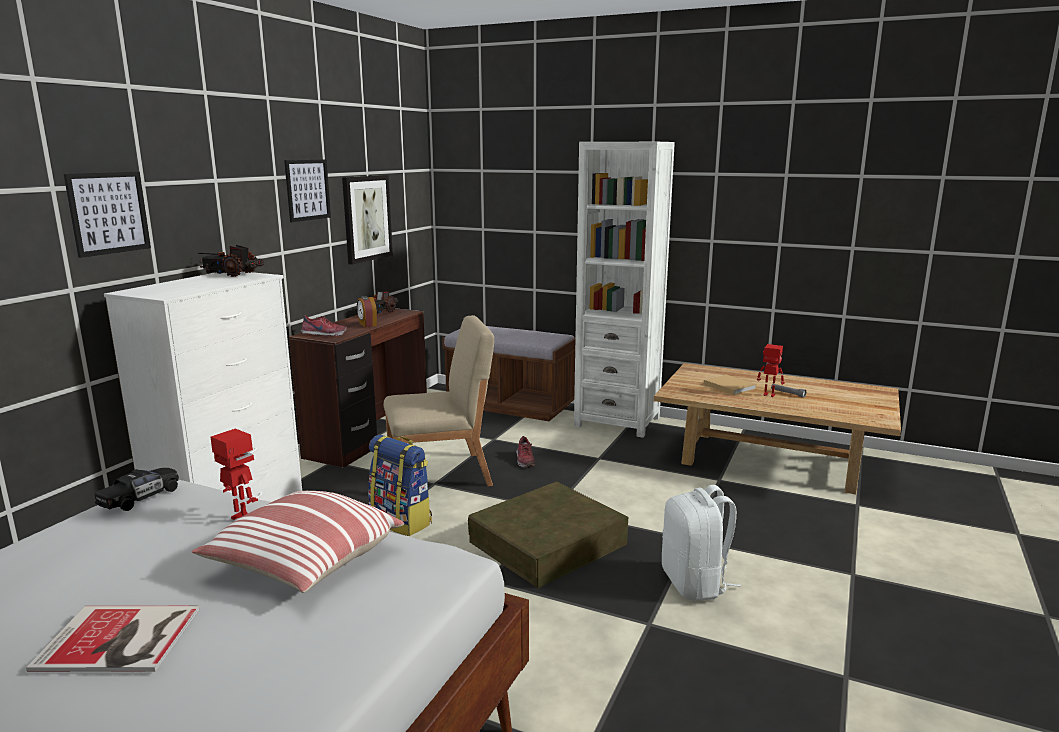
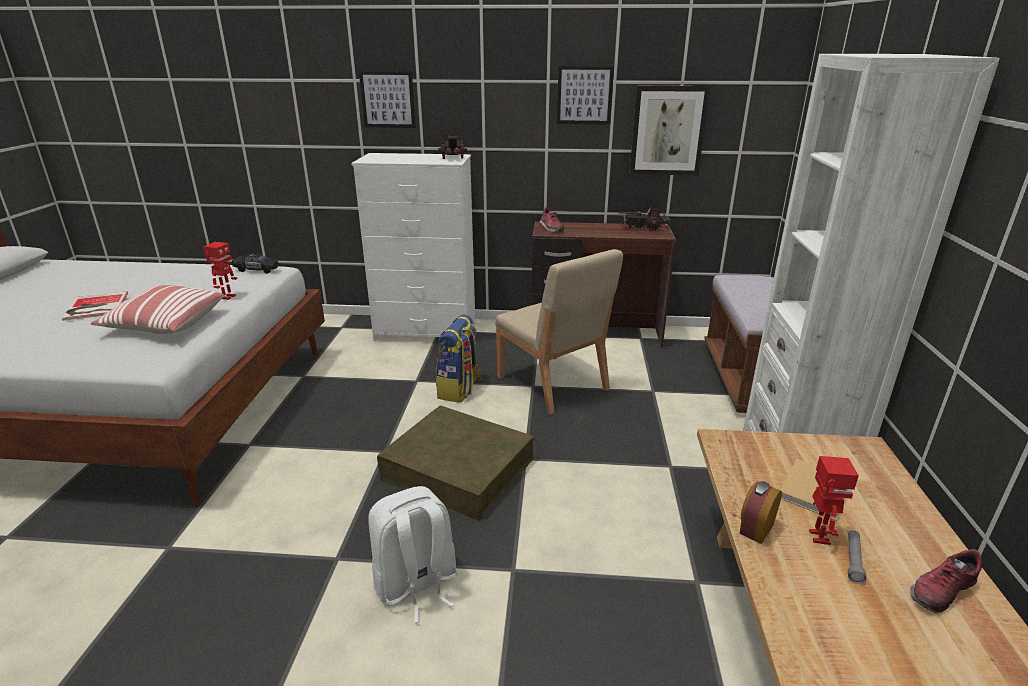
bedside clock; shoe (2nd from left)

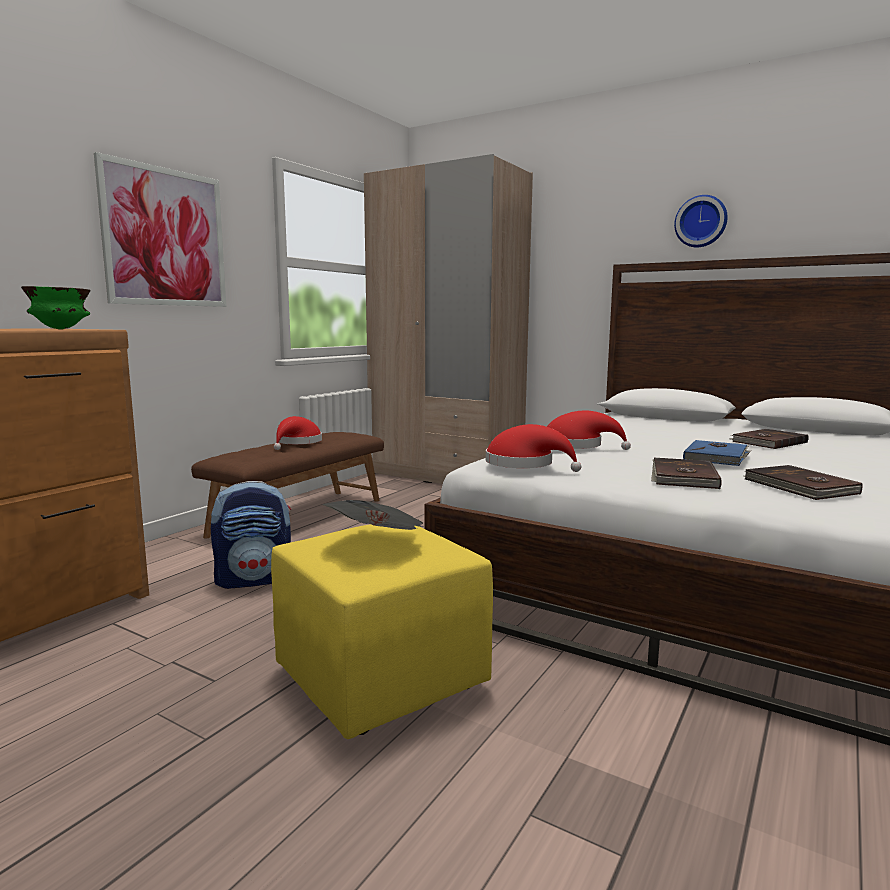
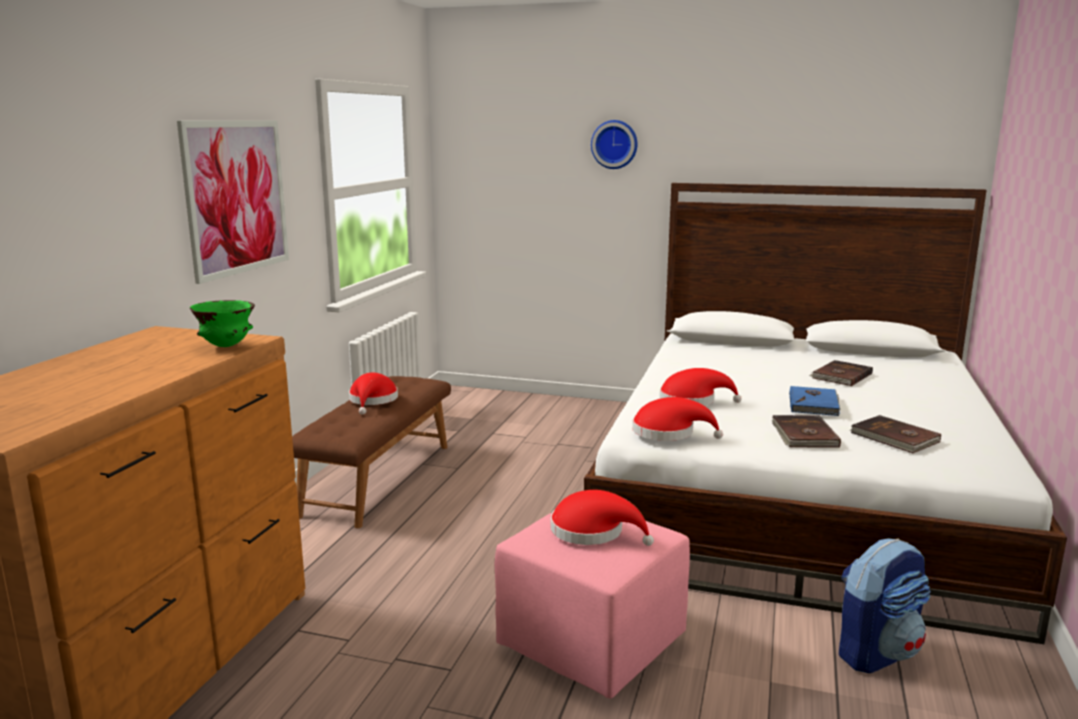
pink-coloured ottoman; red hat (2nd from left); hanging clock; rucksack; sand-coloured clothes cupboard

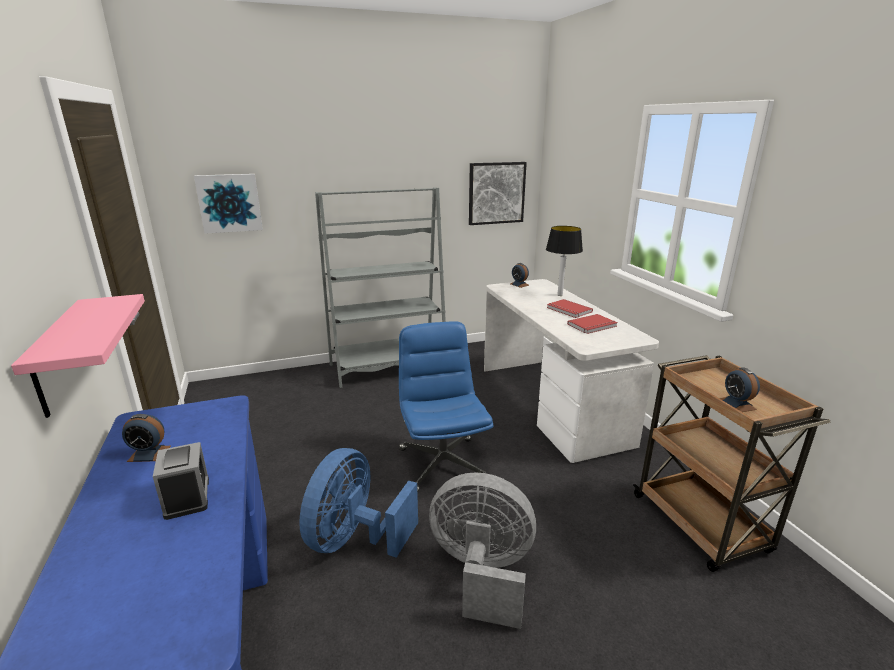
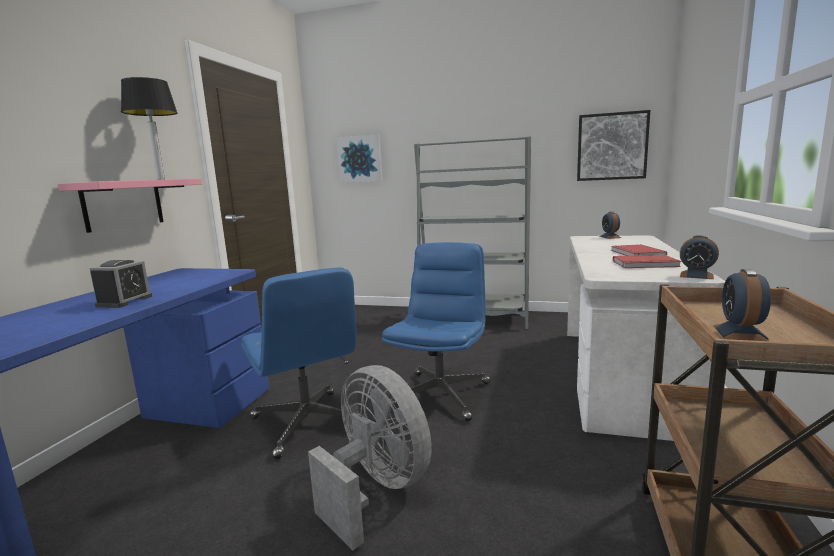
lamp for a table; blue-coloured computer chair (1st from left); bedside clock (3rd from left)

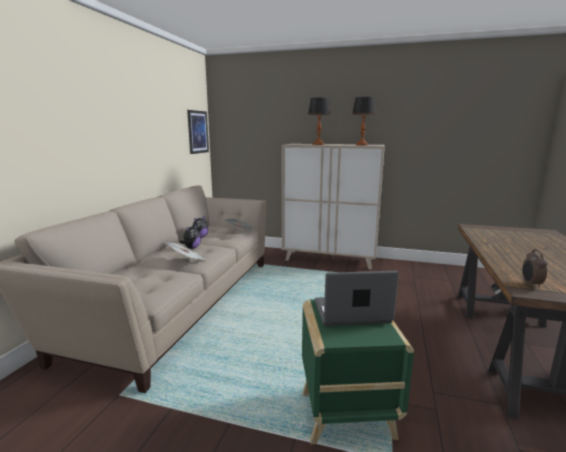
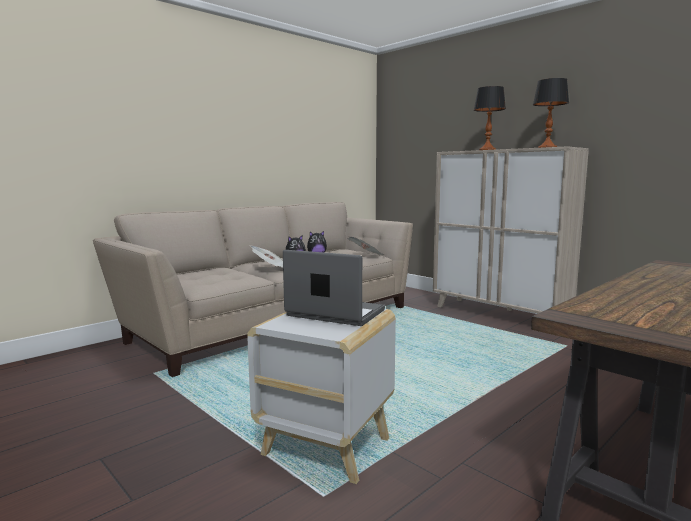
whitish accent table; picture; bedside clock

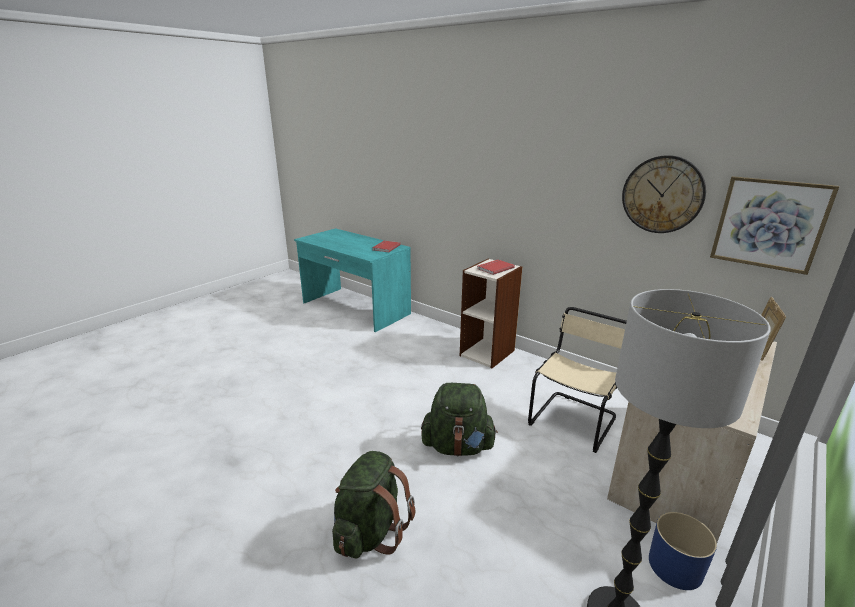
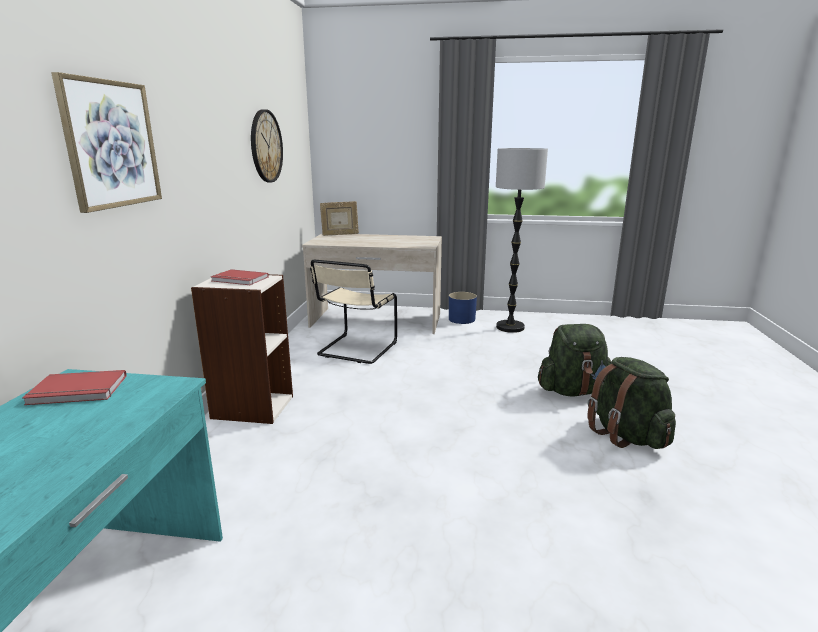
picture; sand-coloured chair; green rucksack (2nd from left)

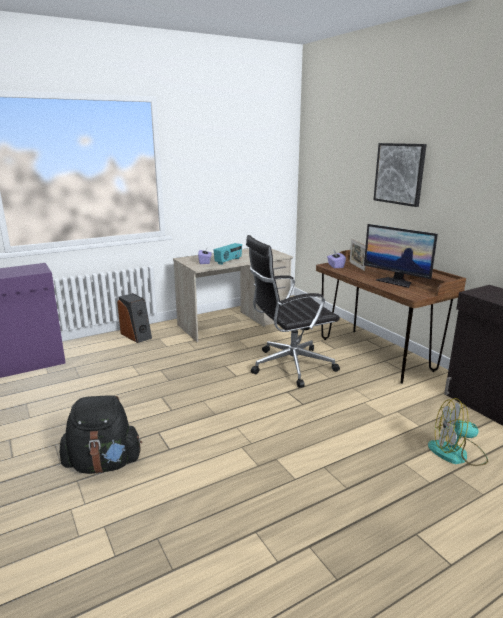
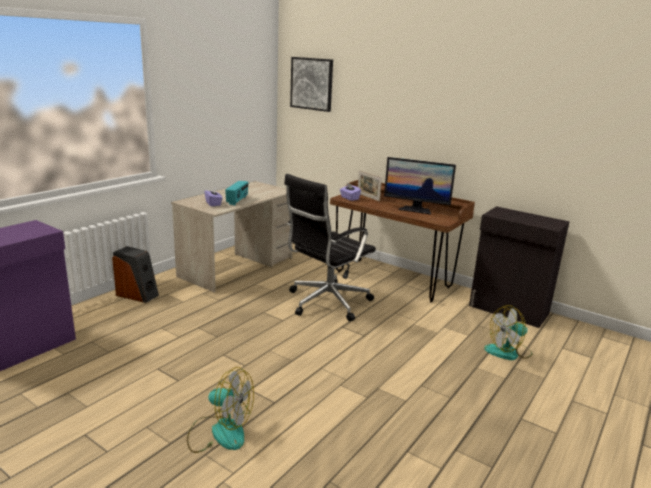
fan (1st from left); picture

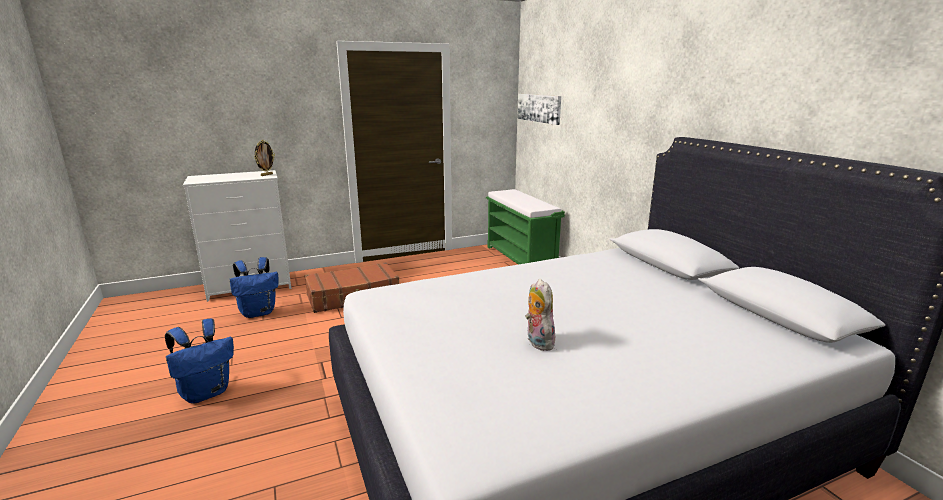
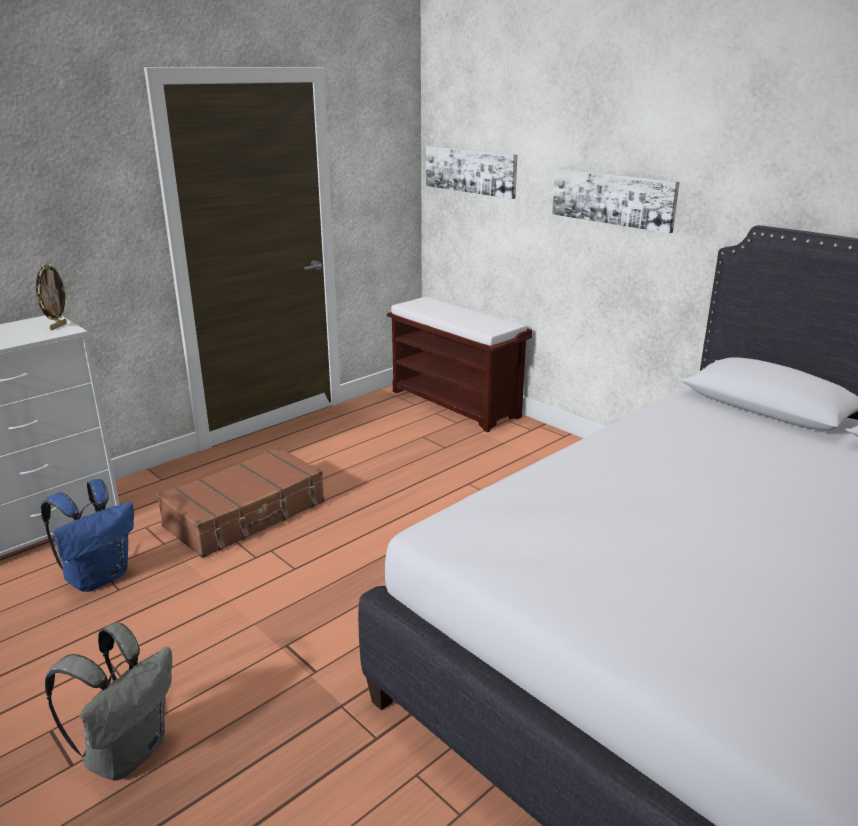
gray rucksack; brown long seat; picture (2nd from left); plush toy

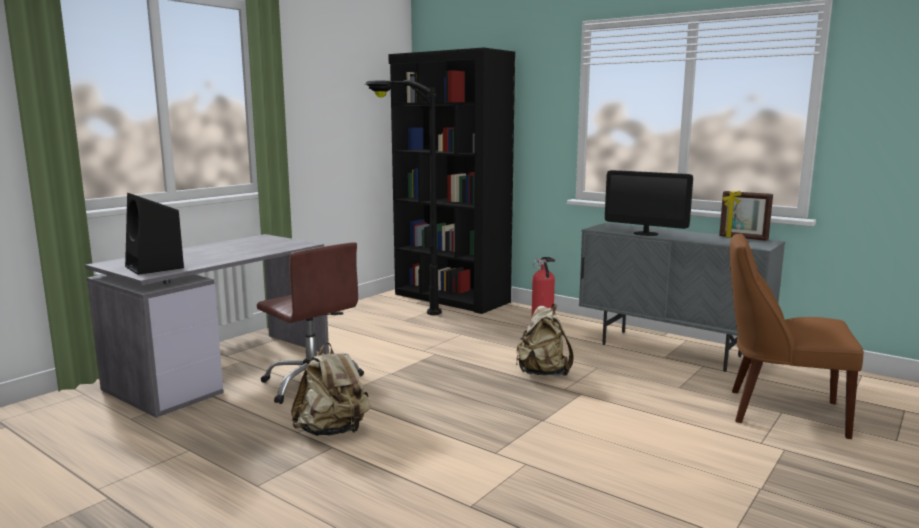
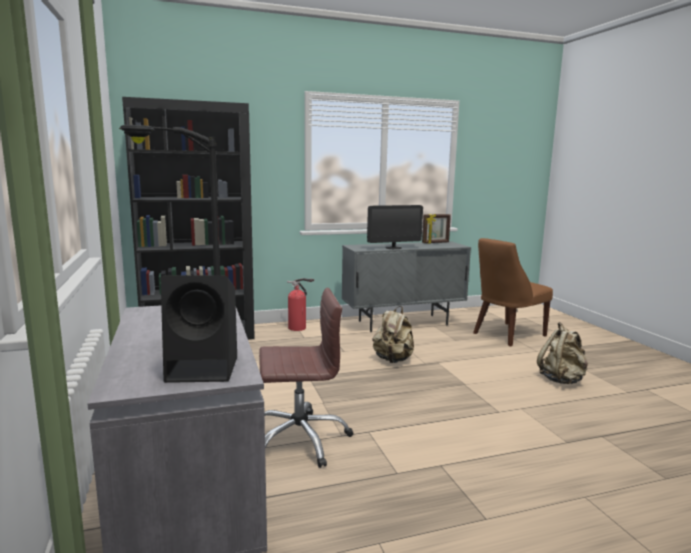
sand-coloured rucksack (2nd from left)

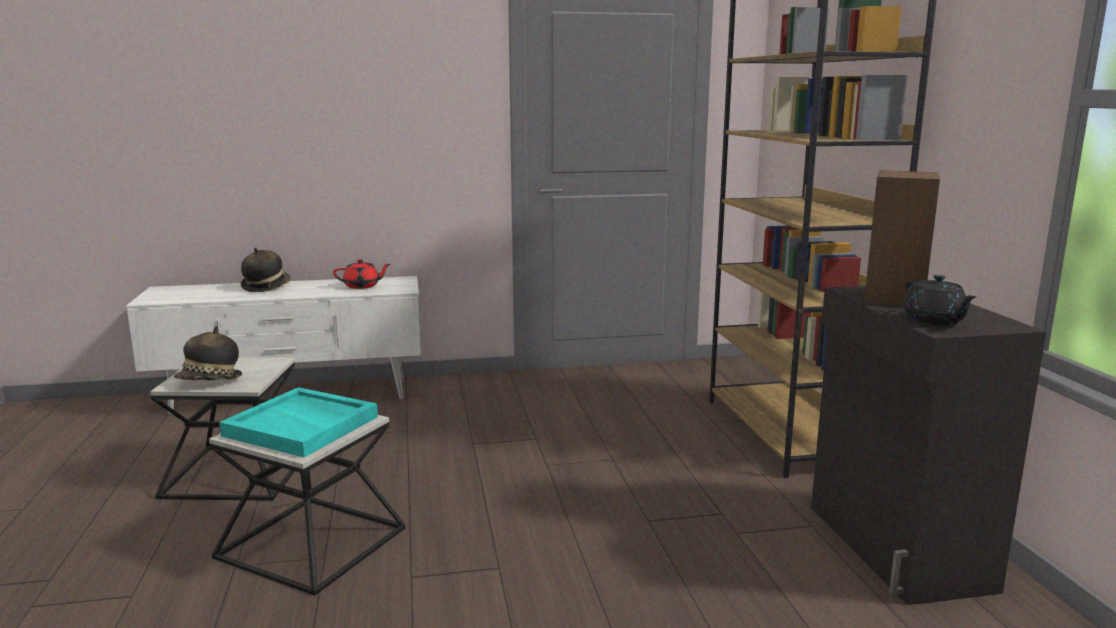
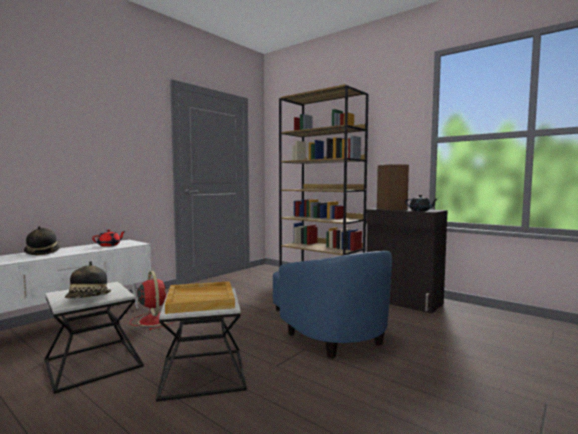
red fan; sand-coloured carrying tray; blue-coloured armchair

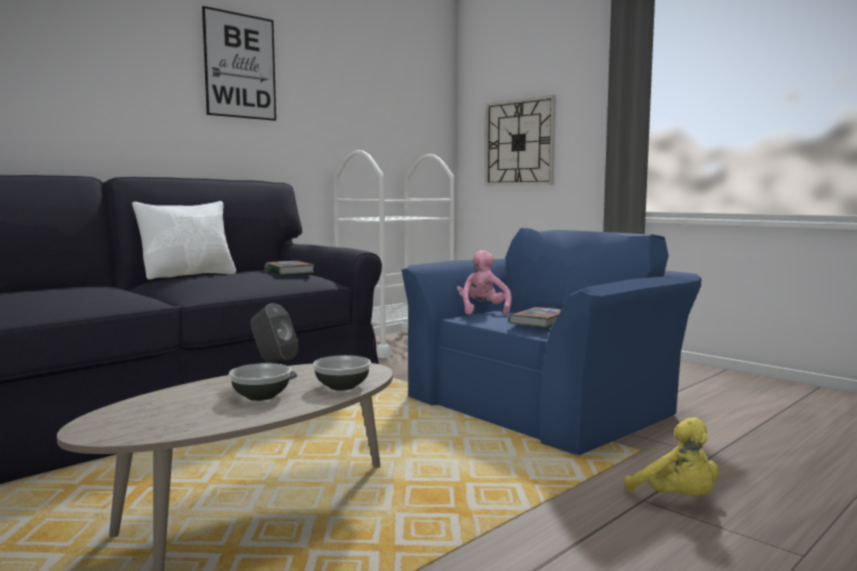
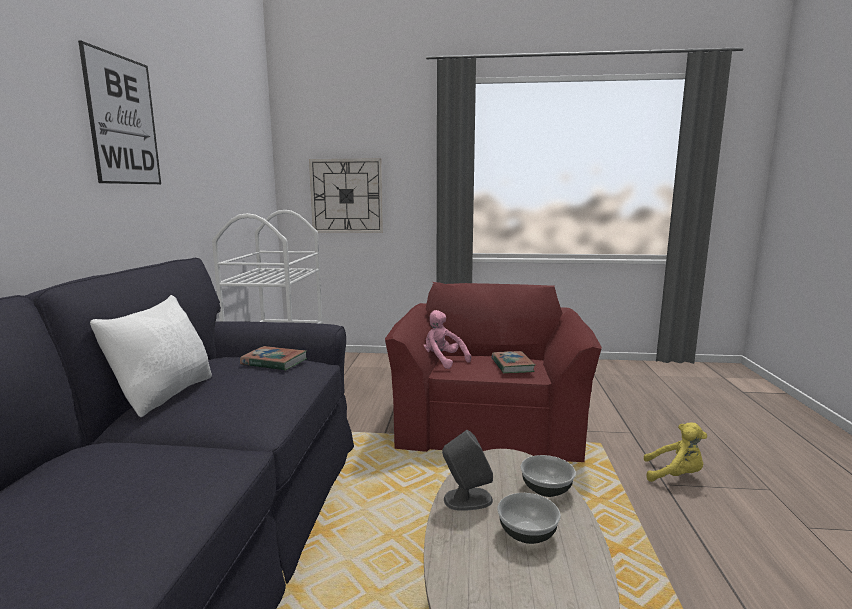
red armchair

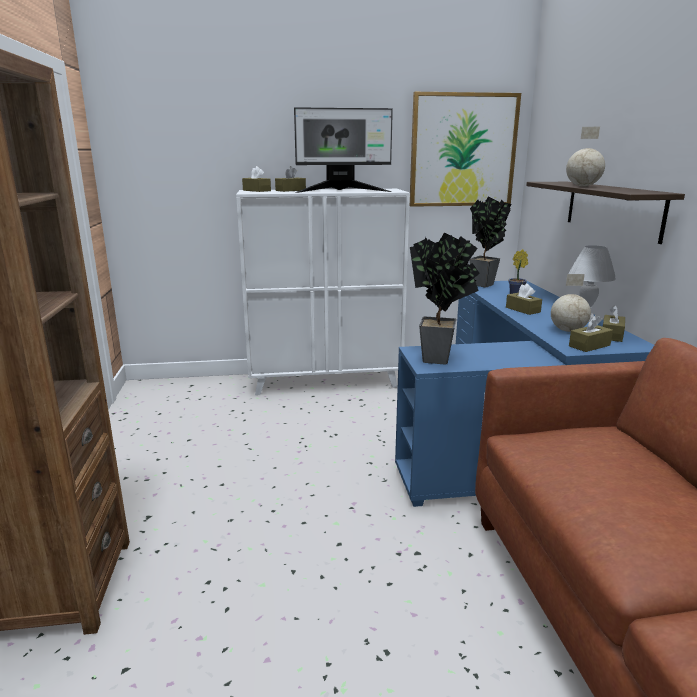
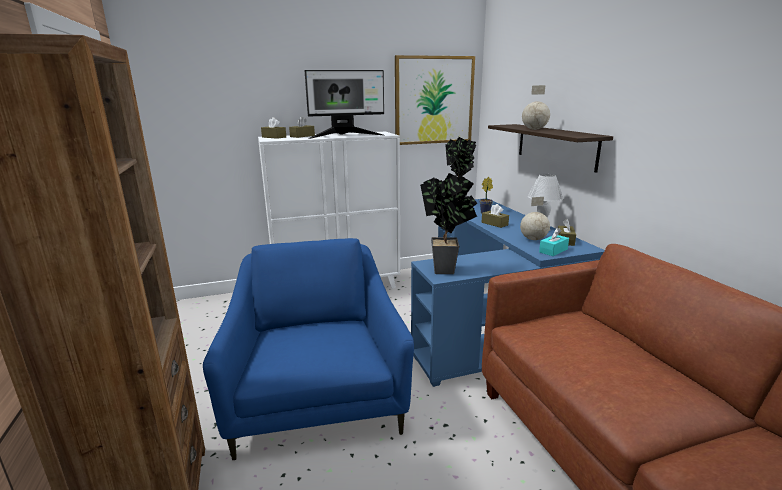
blue-coloured armchair; turquoise-coloured tissue box

